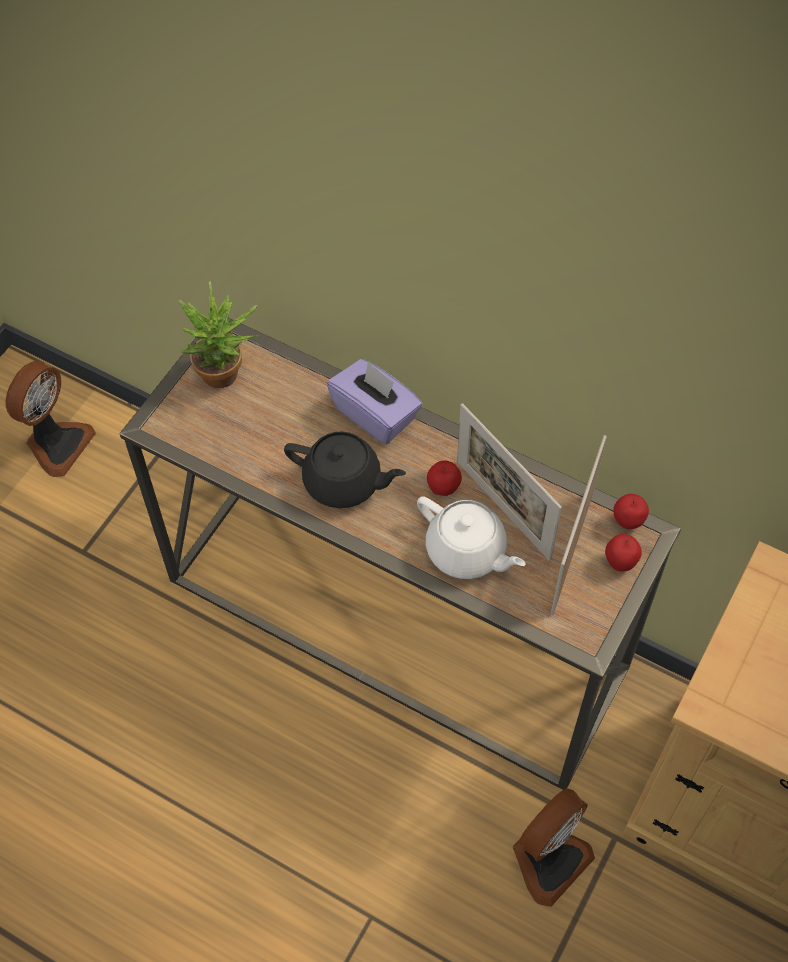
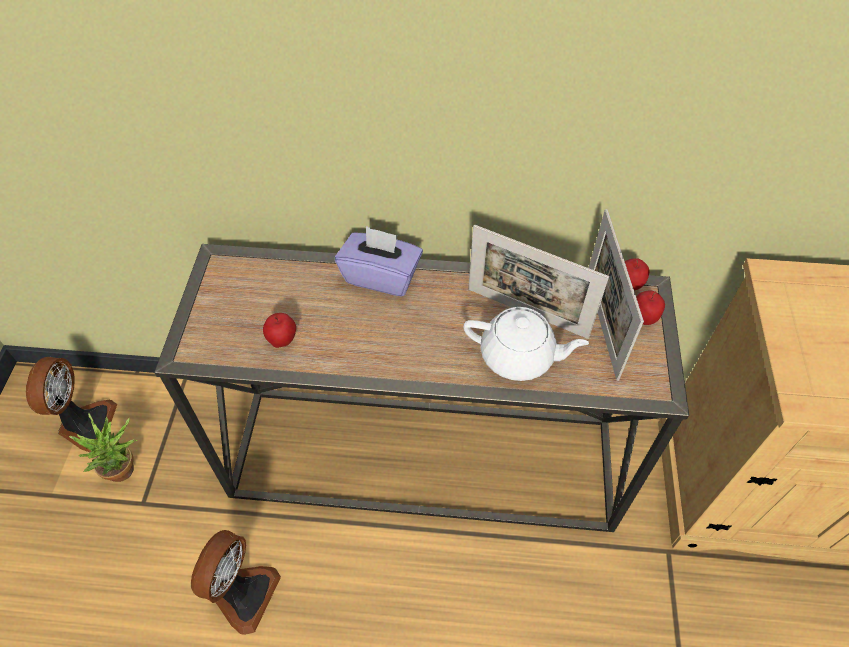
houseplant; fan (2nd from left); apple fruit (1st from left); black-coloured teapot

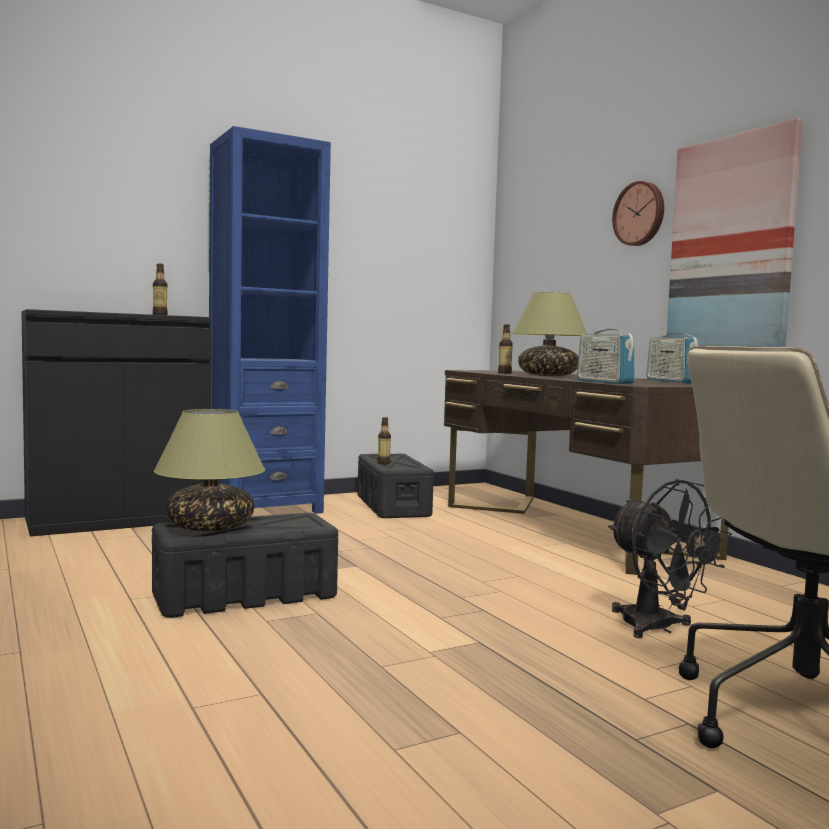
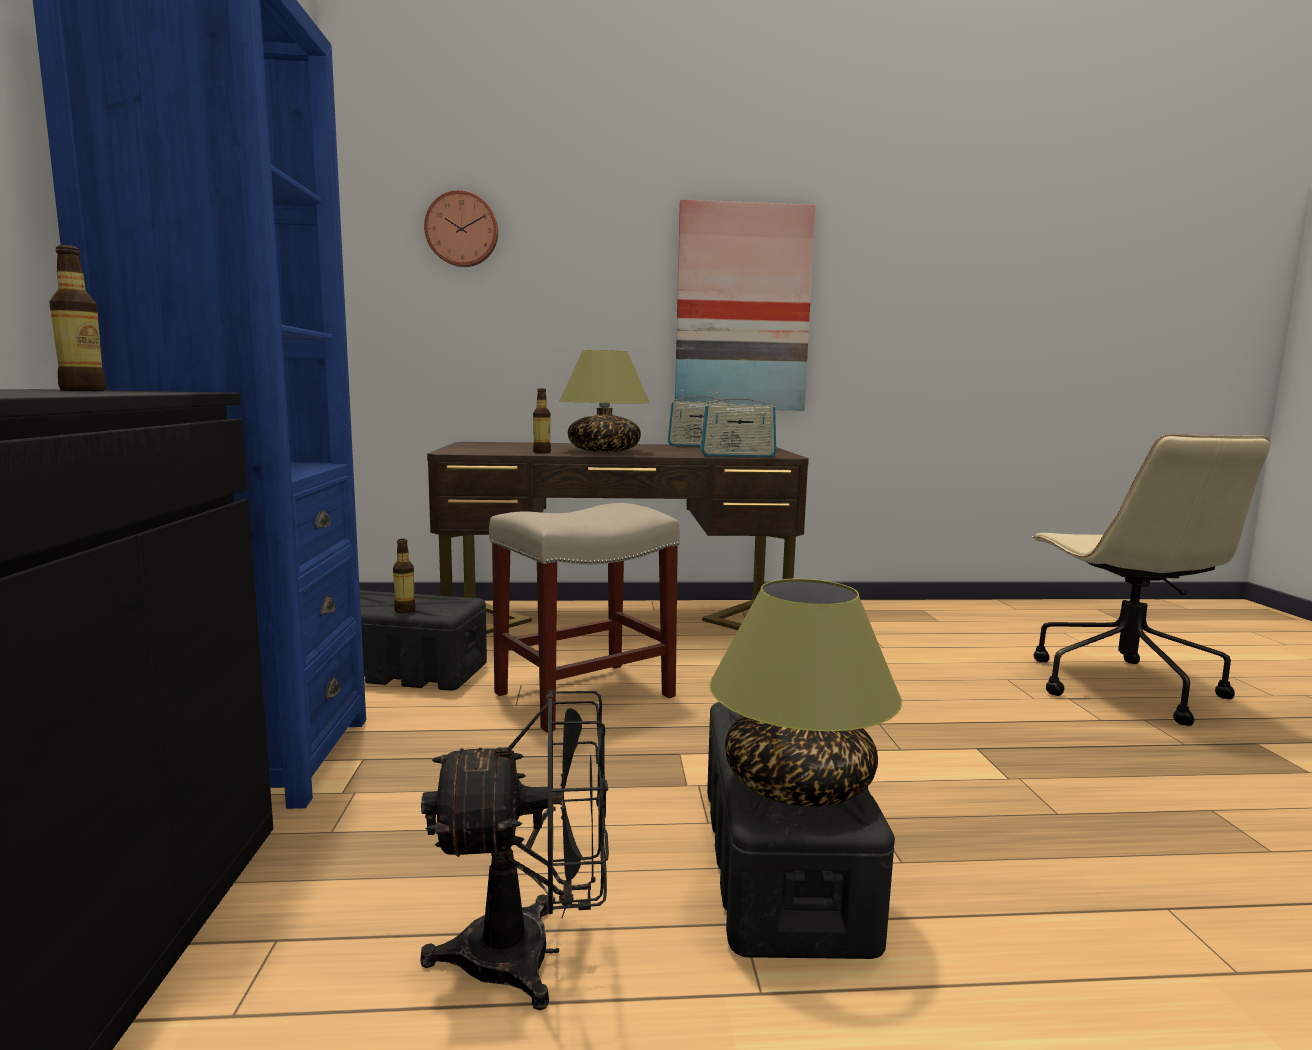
black-coloured fan; hanging clock; sand-coloured sitting stool

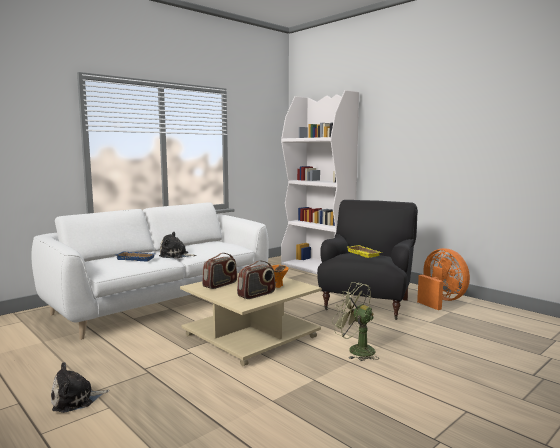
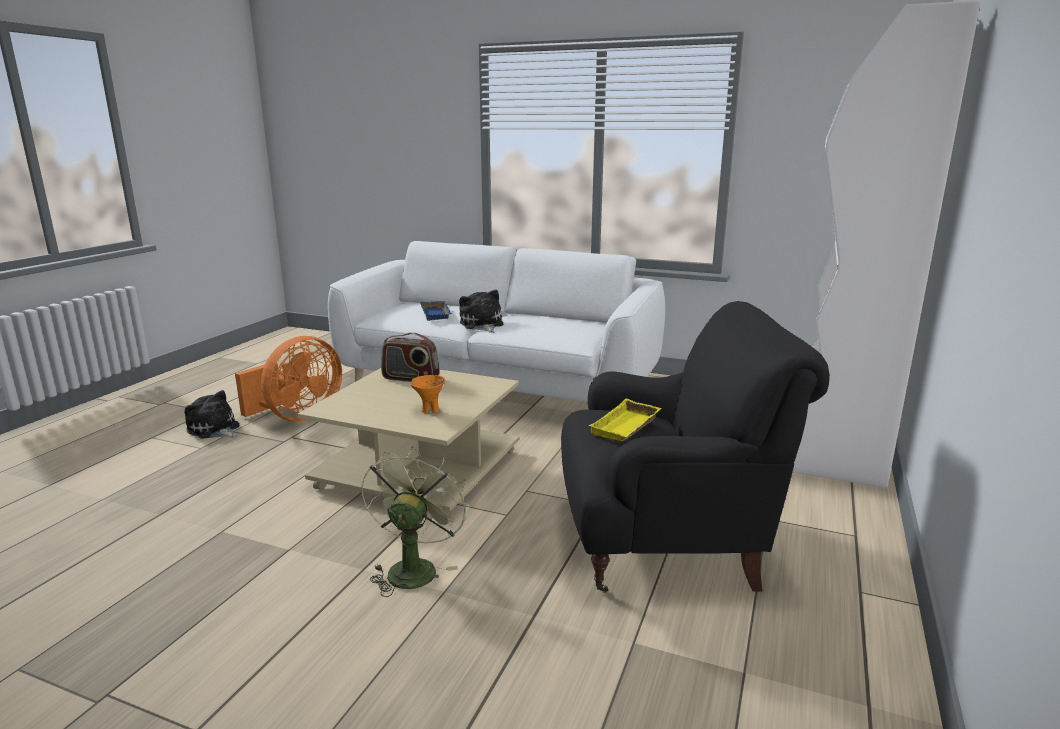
orangey fan; radio set (2nd from left in the first image)

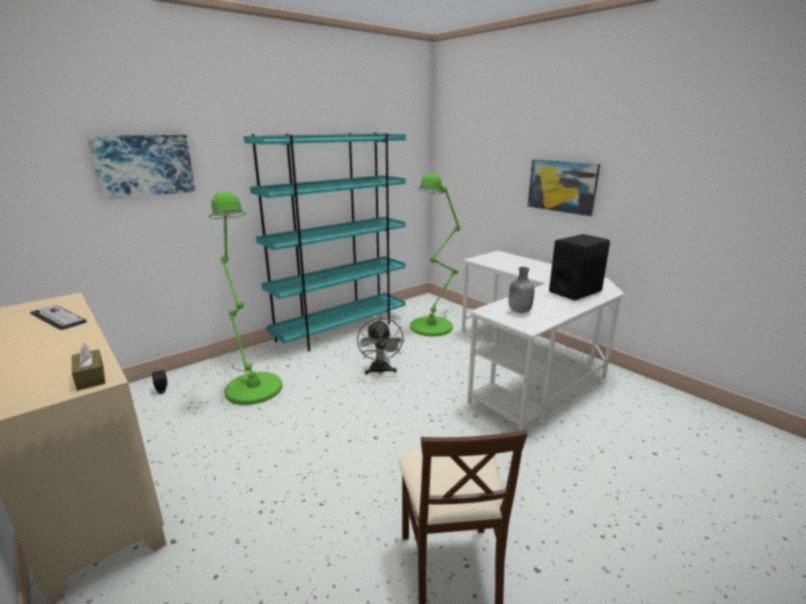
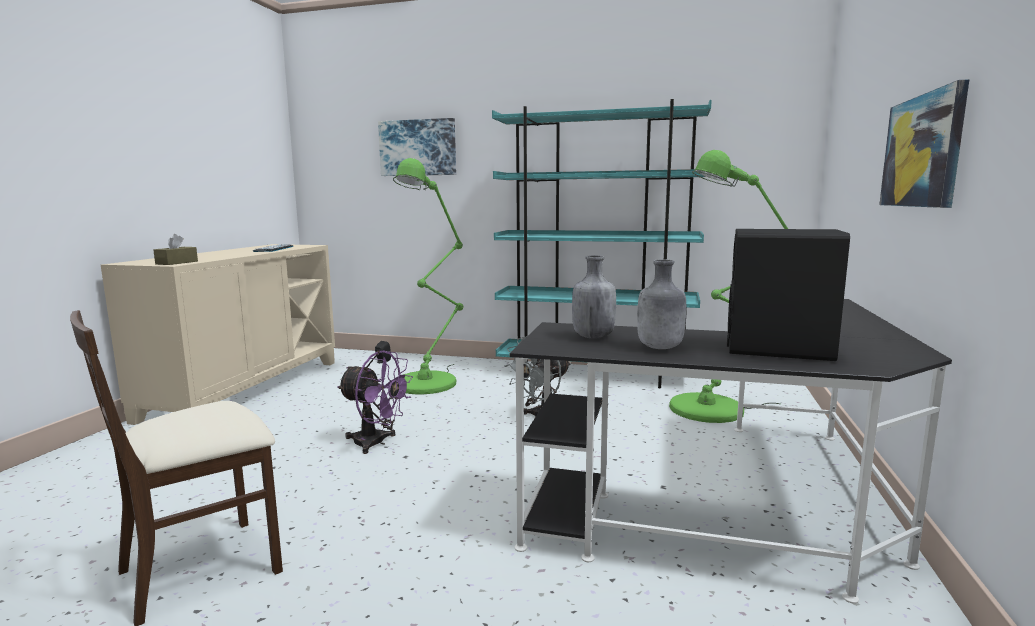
purple-coloured fan; black-coloured desk table; gray bottle (2nd from left)

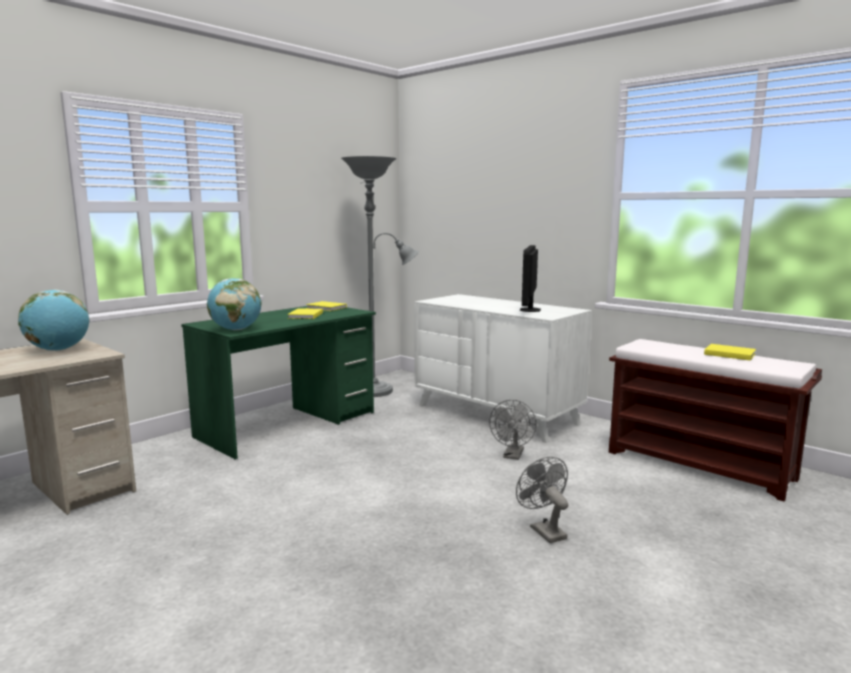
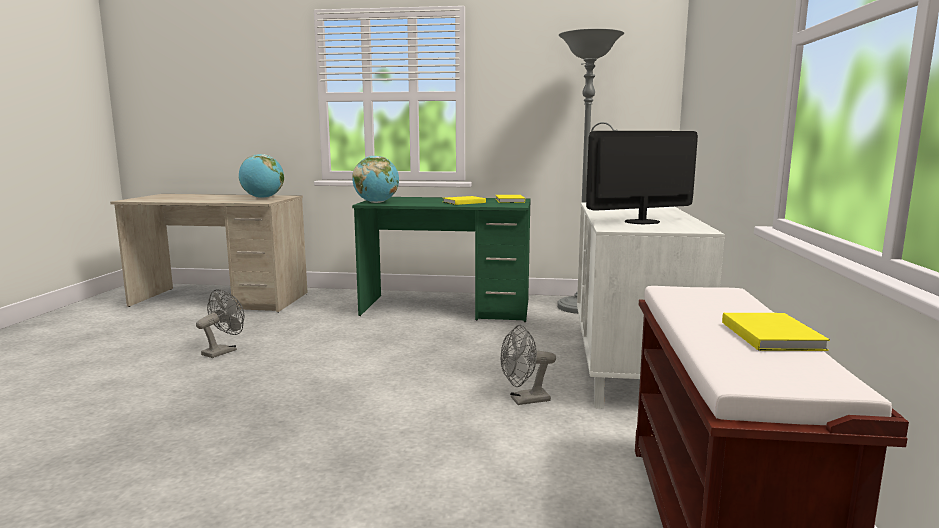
gray fan (1st from left)

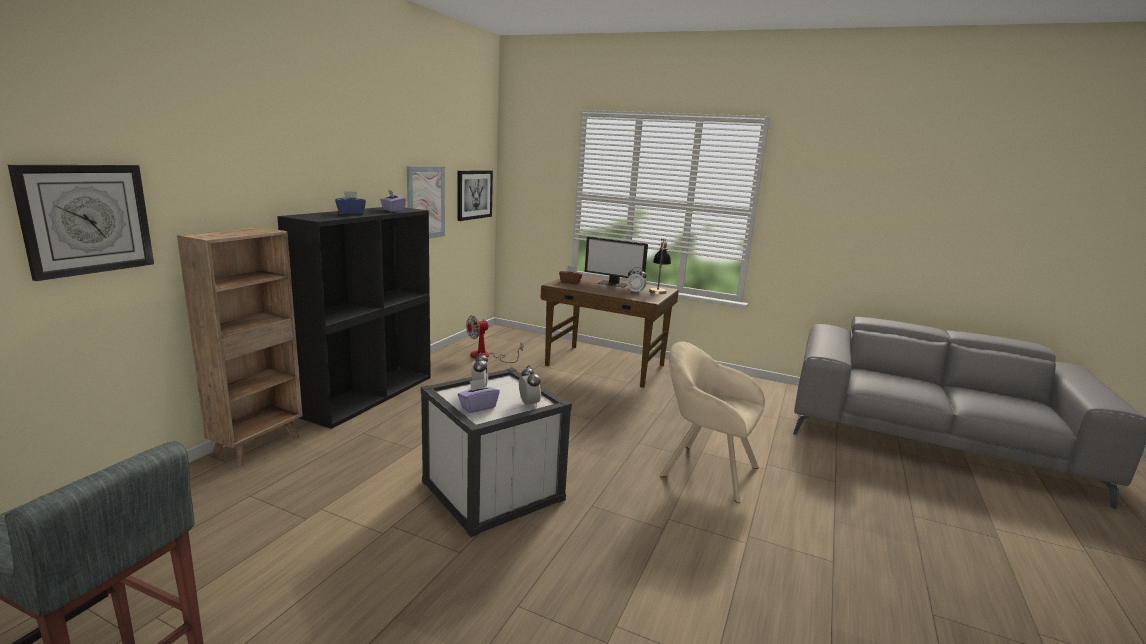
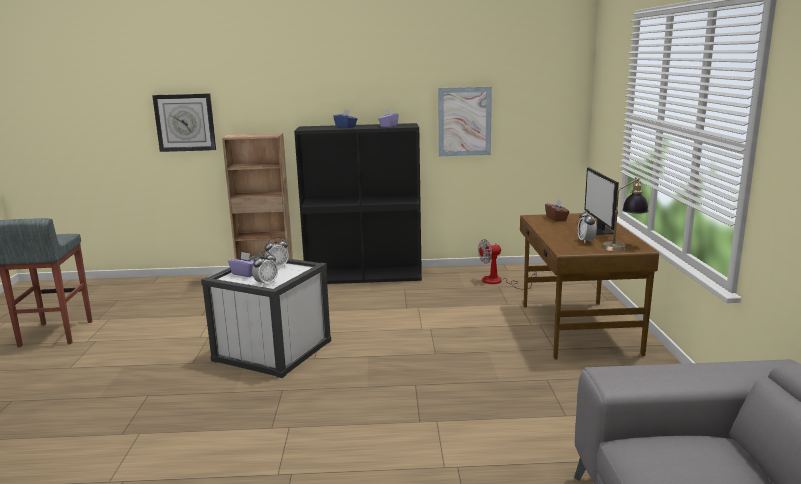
fan; picture (2nd from left in the first image); sand-coloured armchair

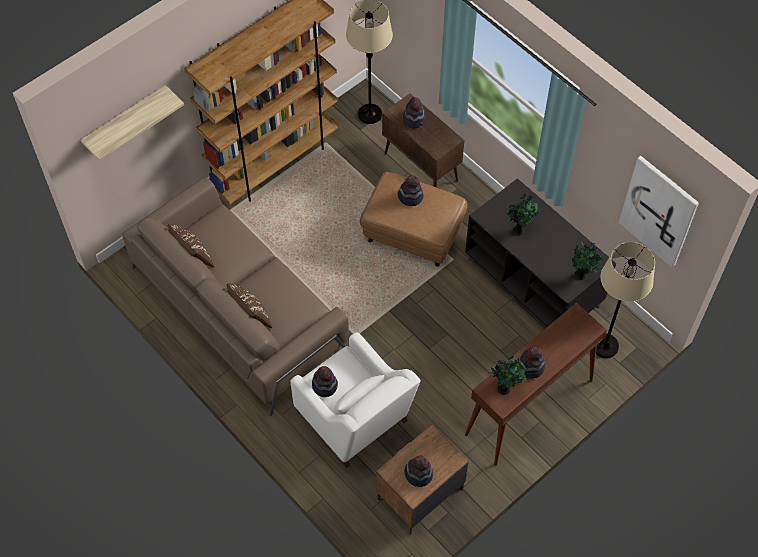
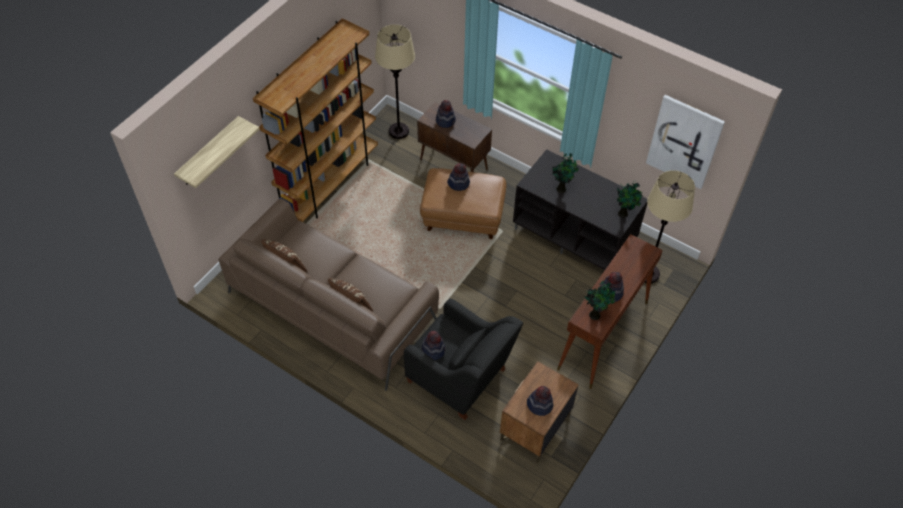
black-coloured armchair

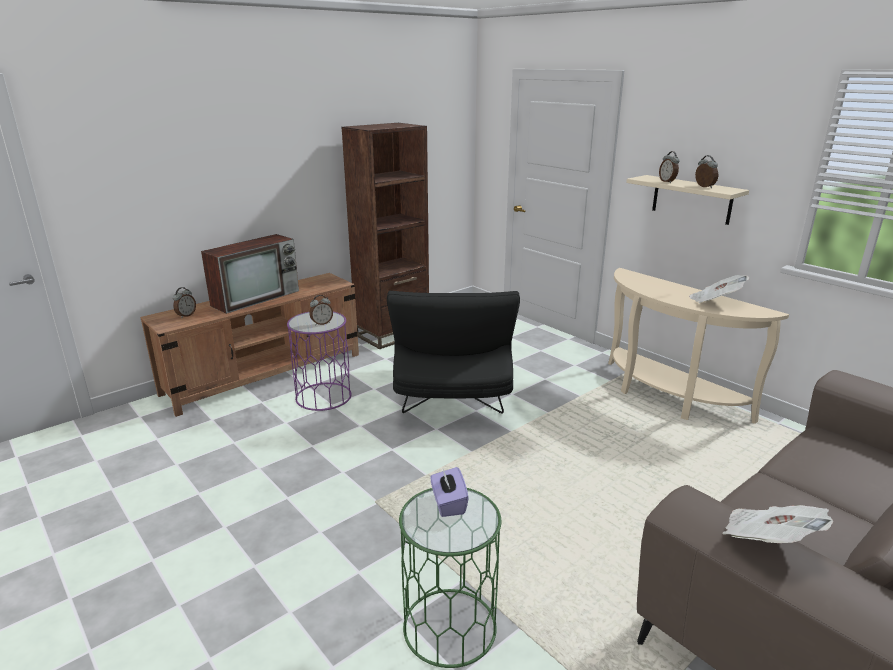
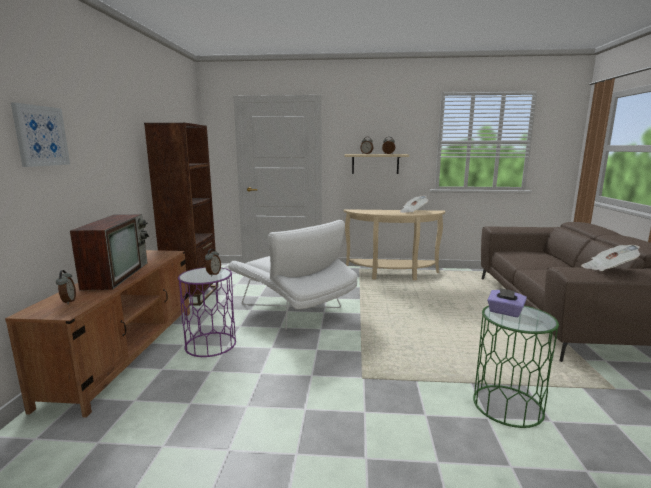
picture; whitish armchair

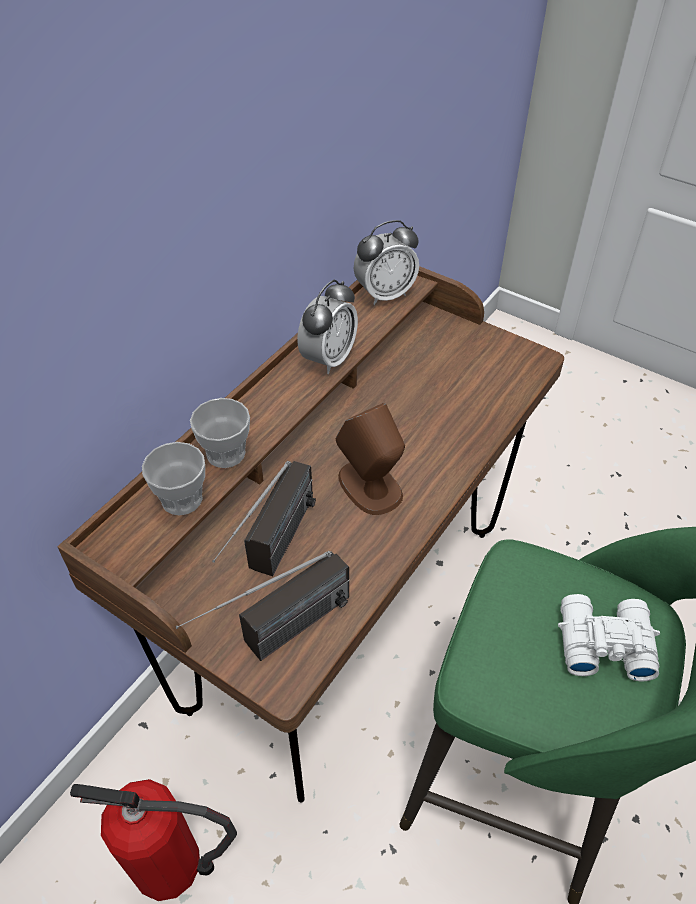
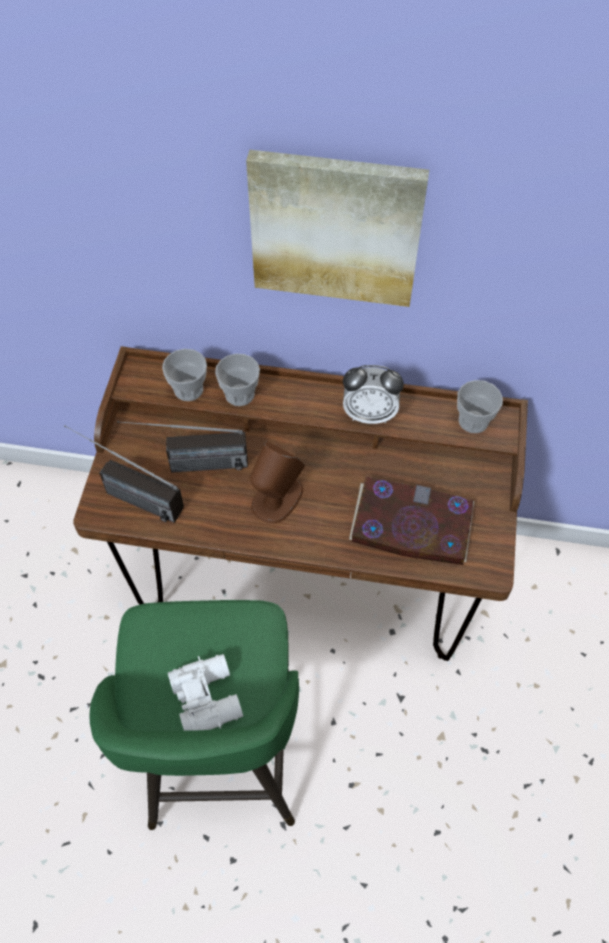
picture; book; drinking cup (3rd from left); fire-fighting cylinder

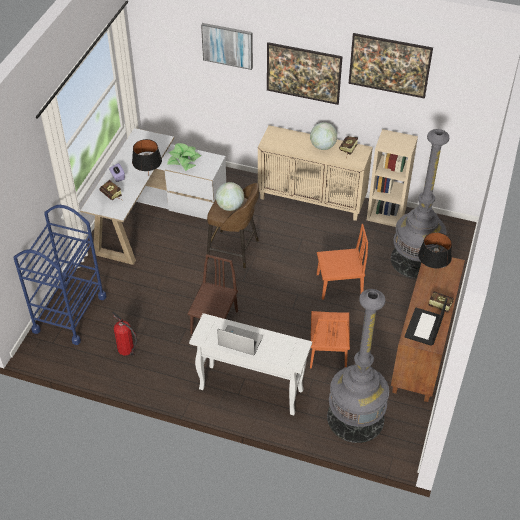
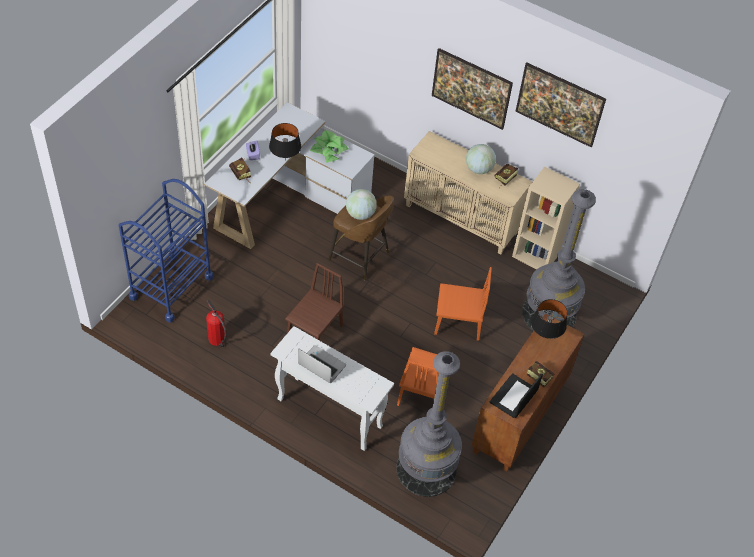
picture (1st from left in the first image)

